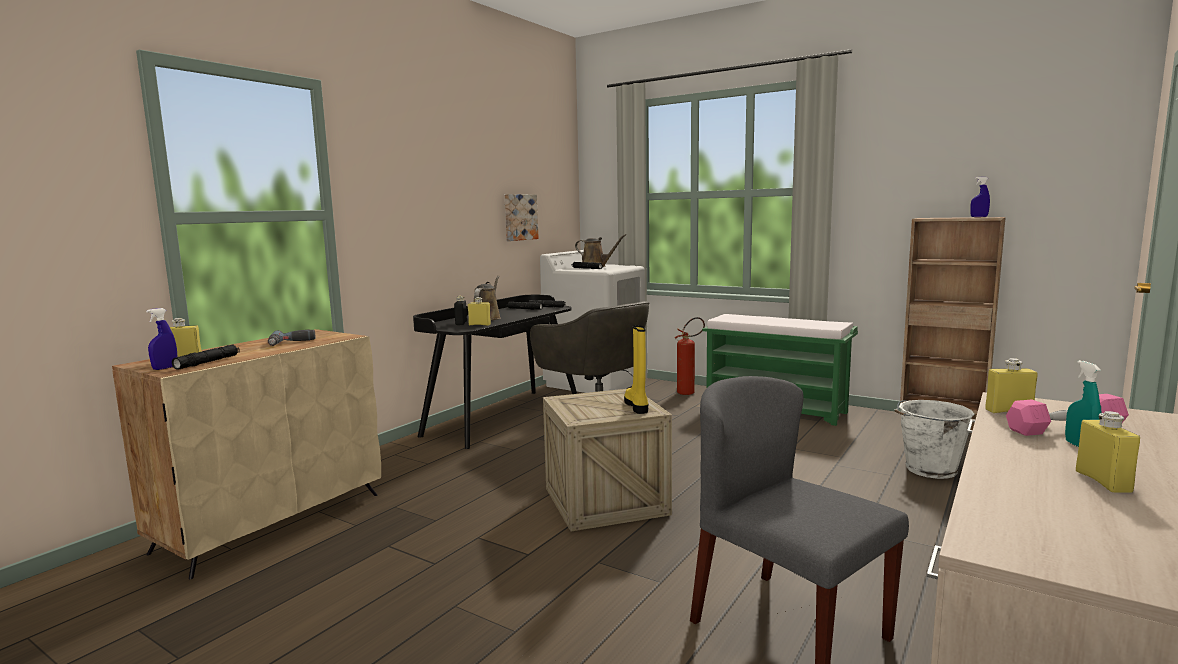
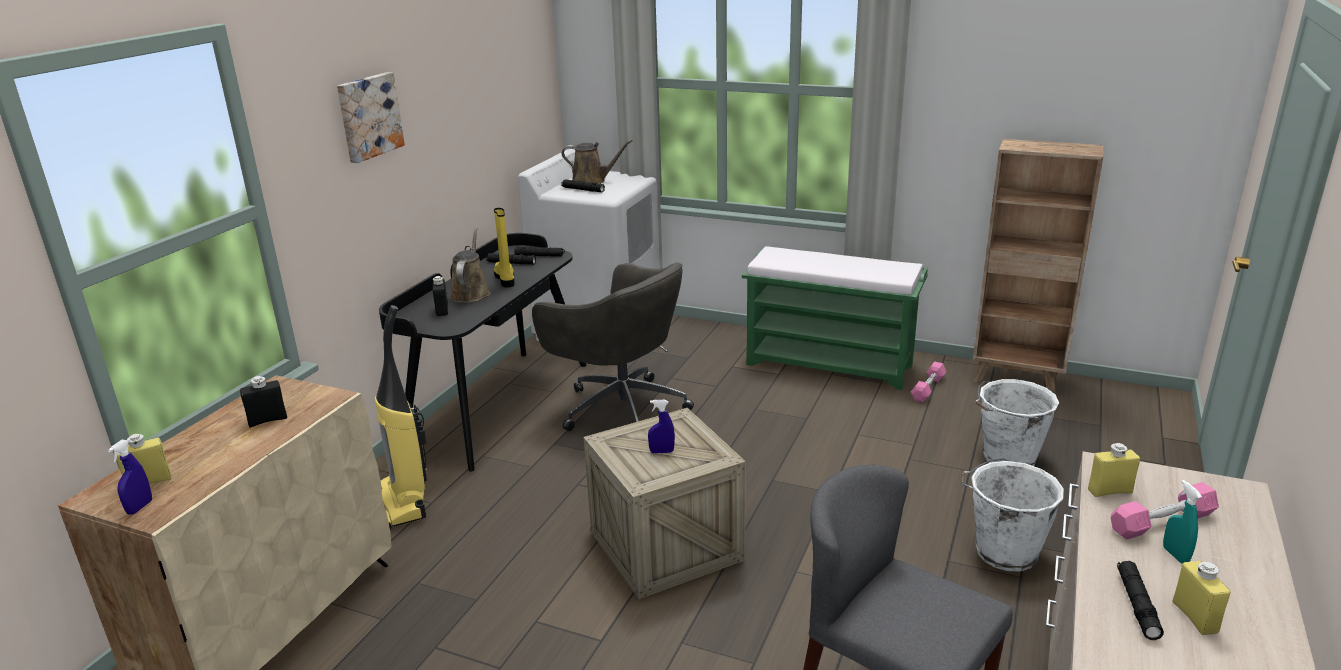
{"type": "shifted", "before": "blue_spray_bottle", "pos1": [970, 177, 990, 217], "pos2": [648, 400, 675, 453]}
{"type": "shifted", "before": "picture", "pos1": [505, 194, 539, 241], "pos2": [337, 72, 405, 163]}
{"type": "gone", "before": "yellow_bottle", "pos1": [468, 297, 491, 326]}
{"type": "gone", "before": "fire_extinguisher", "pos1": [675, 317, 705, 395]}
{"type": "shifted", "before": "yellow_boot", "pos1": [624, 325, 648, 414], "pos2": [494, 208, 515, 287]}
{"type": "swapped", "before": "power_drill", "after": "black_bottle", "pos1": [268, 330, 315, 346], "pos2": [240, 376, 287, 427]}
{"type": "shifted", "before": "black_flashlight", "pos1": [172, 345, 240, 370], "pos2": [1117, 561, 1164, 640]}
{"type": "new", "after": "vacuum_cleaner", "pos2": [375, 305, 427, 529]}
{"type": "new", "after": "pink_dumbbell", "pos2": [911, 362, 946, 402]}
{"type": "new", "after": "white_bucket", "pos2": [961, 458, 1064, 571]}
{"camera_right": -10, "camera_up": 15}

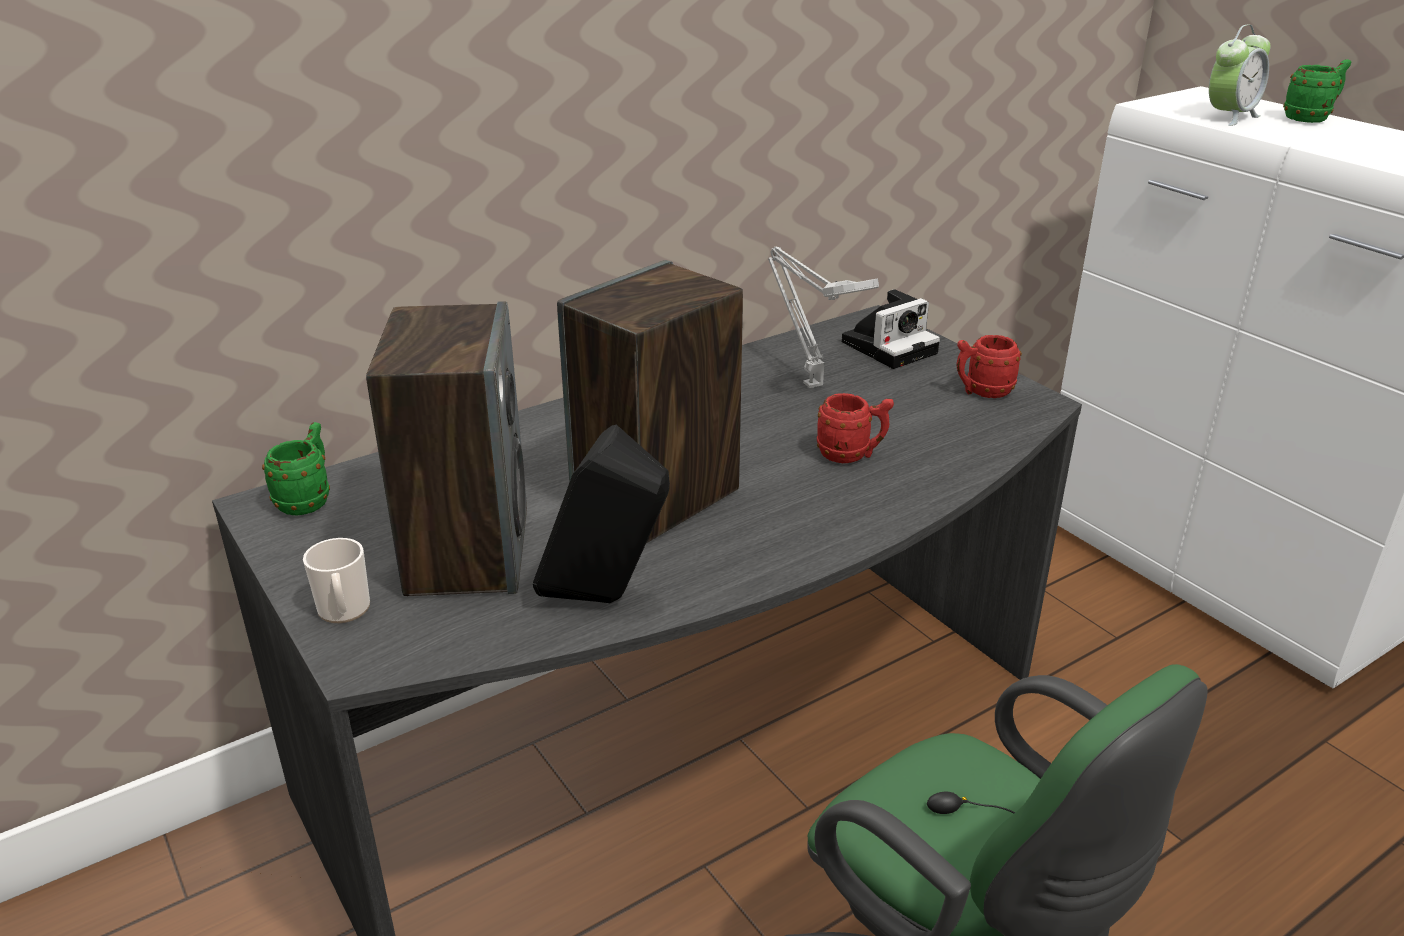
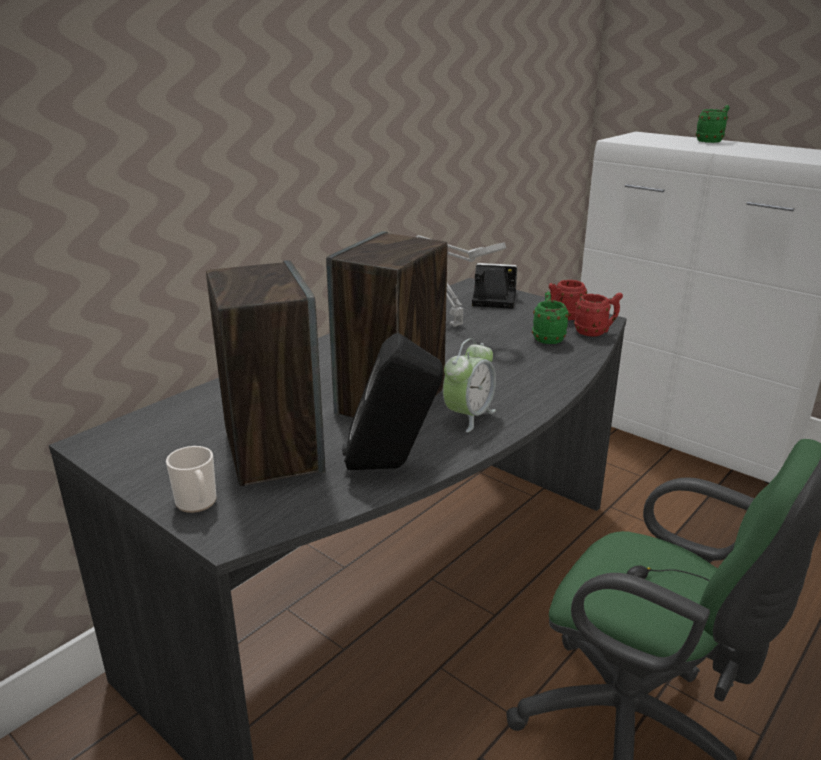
{"type": "shifted", "before": "alarm_clock", "pos1": [1209, 25, 1271, 126], "pos2": [443, 338, 496, 433]}
{"type": "rotated", "before": "photo_camera", "pos1": [842, 289, 940, 369], "pos2": [472, 263, 517, 309], "turn": -120}
{"type": "shifted", "before": "red_mug", "pos1": [817, 393, 894, 463], "pos2": [574, 293, 623, 336]}
{"type": "shifted", "before": "green_mug", "pos1": [262, 422, 330, 515], "pos2": [532, 291, 569, 344]}
{"camera_right": -15, "camera_up": -5}

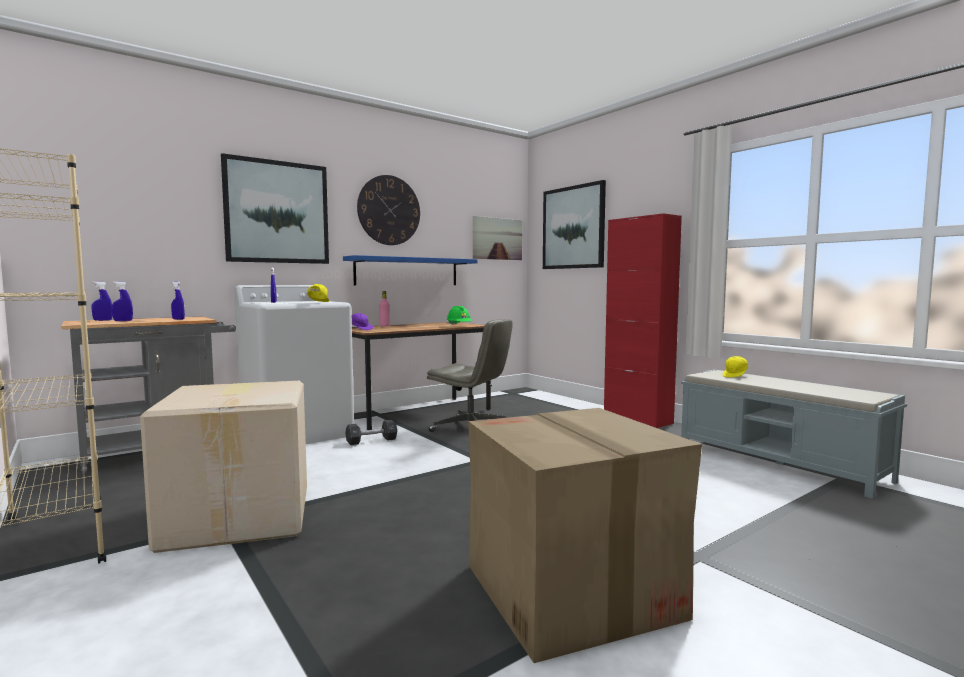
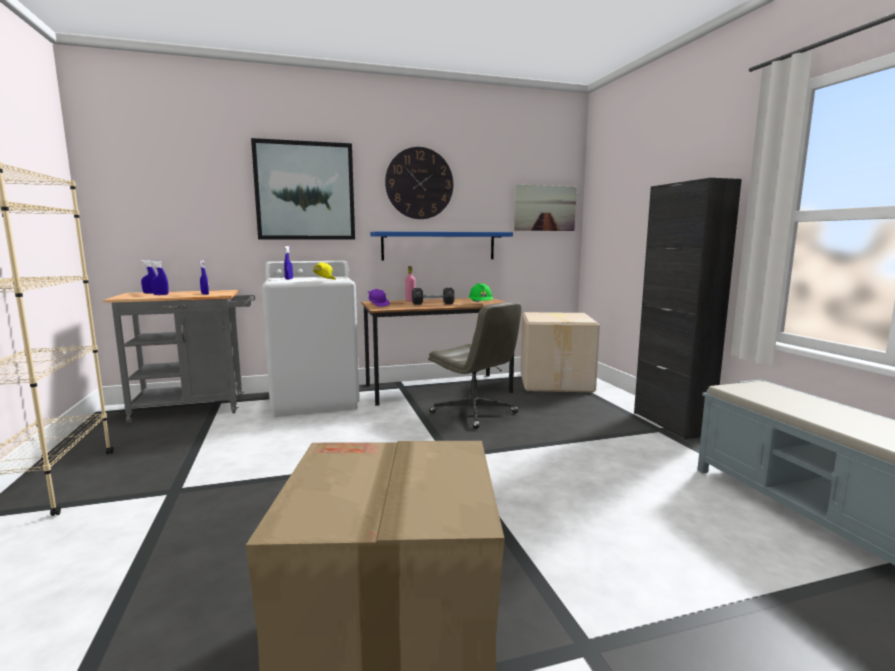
{"type": "gone", "before": "picture", "pos1": [543, 180, 606, 269]}
{"type": "repainted", "before": "red_cabinet", "after": "black_cabinet", "pos1": [604, 213, 682, 428], "pos2": [634, 178, 742, 439]}
{"type": "gone", "before": "yellow_cap", "pos1": [722, 356, 748, 377]}
{"type": "shifted", "before": "cardboard_box", "pos1": [140, 381, 307, 553], "pos2": [520, 312, 600, 393]}
{"type": "shifted", "before": "black_dumbbell", "pos1": [346, 420, 397, 445], "pos2": [412, 288, 455, 305]}
{"camera_right": 20, "camera_up": 5}

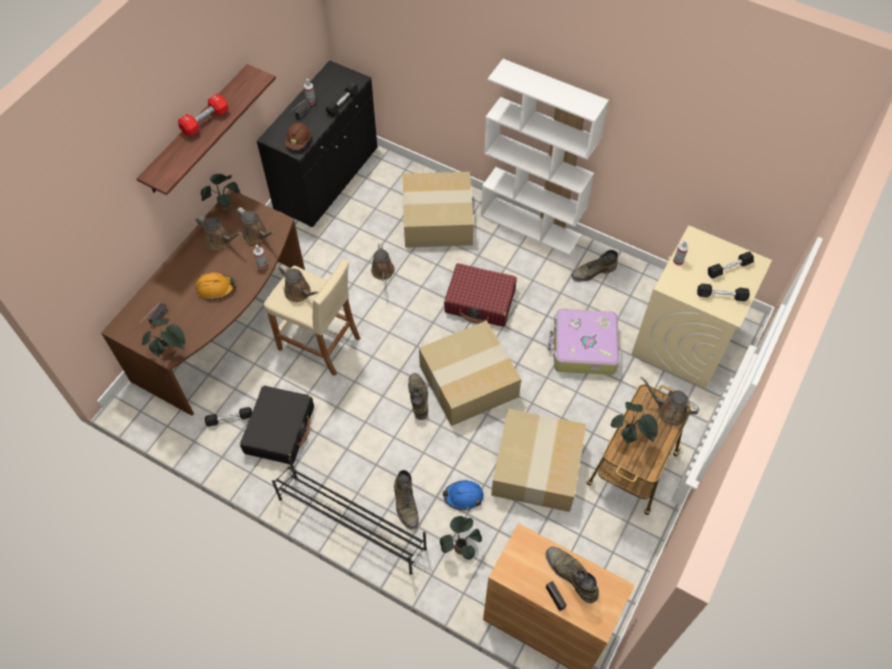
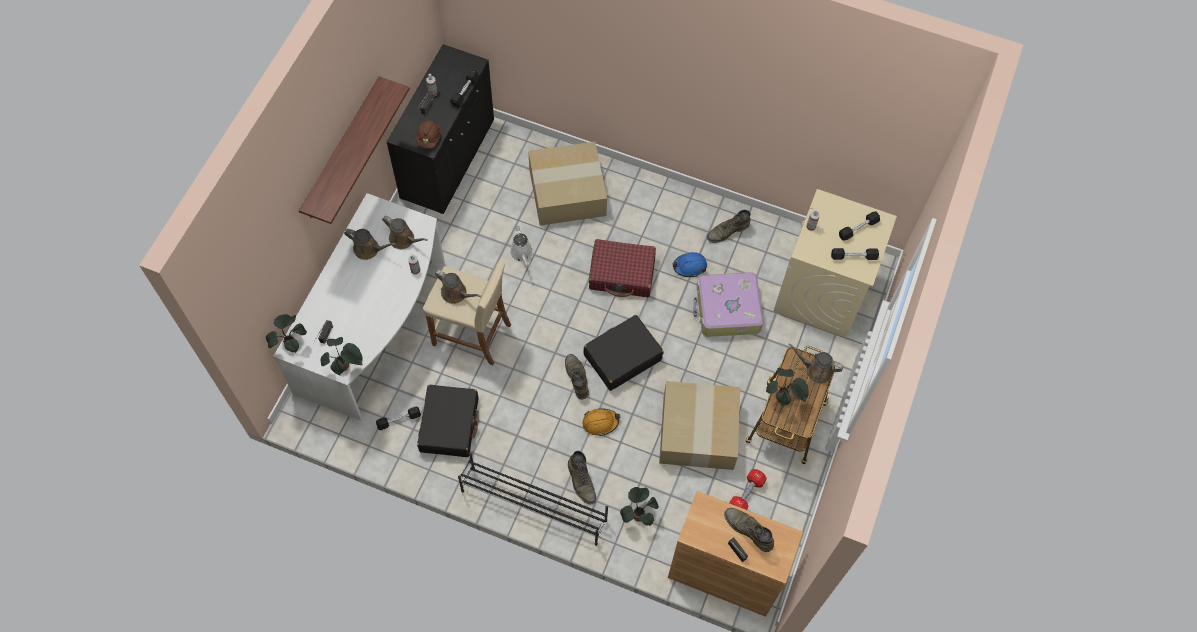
{"type": "gone", "before": "white_bookcase", "pos1": [481, 59, 609, 255]}
{"type": "shifted", "before": "red_dumbbell", "pos1": [178, 94, 228, 136], "pos2": [729, 469, 767, 510]}
{"type": "shifted", "before": "potted_plant", "pos1": [201, 174, 240, 212], "pos2": [266, 314, 307, 353]}
{"type": "repainted", "before": "brown_desk", "after": "white_desk", "pos1": [101, 189, 305, 416], "pos2": [273, 193, 445, 421]}
{"type": "repainted", "before": "brown_watering_can", "after": "white_watering_can", "pos1": [371, 243, 395, 281], "pos2": [510, 226, 533, 267]}
{"type": "shifted", "before": "orange_hard_hat", "pos1": [196, 272, 235, 301], "pos2": [582, 408, 620, 436]}
{"type": "swapped", "before": "cardboard_box", "after": "black_suitcase", "pos1": [419, 320, 521, 426], "pos2": [583, 315, 663, 391]}
{"type": "shifted", "before": "blue_hard_hat", "pos1": [442, 480, 484, 510], "pos2": [672, 252, 707, 277]}
{"camera_right": -10, "camera_up": 5}

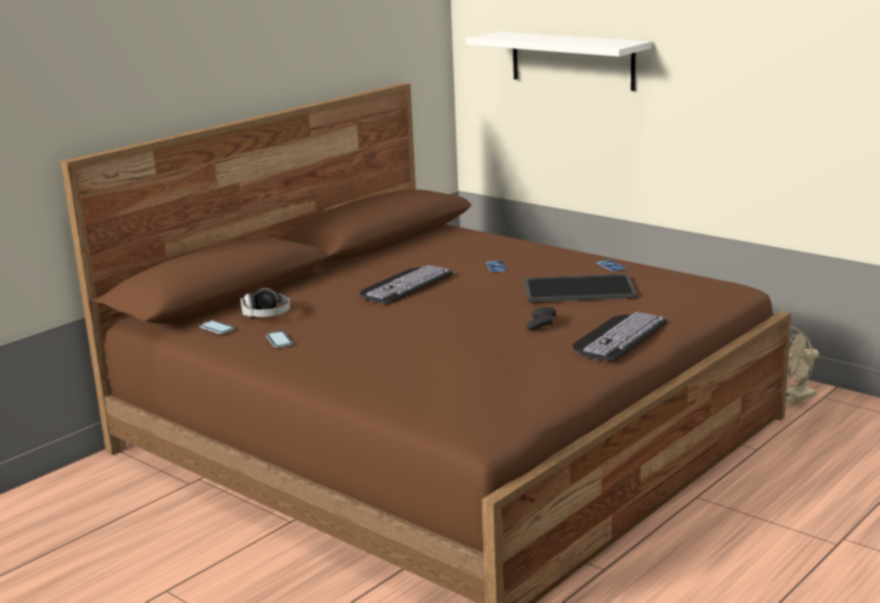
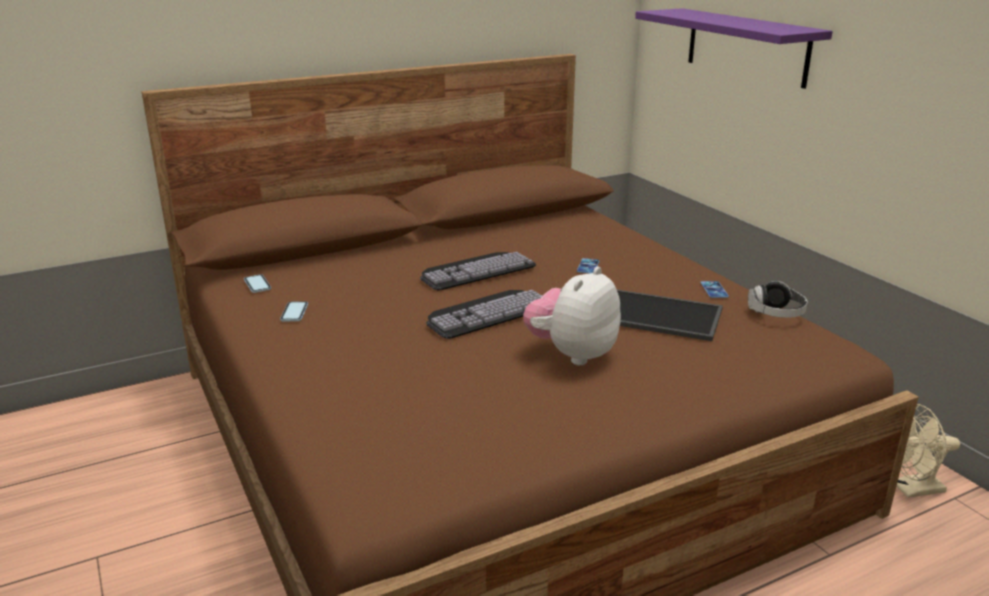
{"type": "repainted", "before": "white_shelf", "after": "purple_shelf", "pos1": [466, 32, 652, 91], "pos2": [635, 8, 833, 89]}
{"type": "shifted", "before": "headphones", "pos1": [240, 288, 290, 318], "pos2": [748, 281, 808, 318]}
{"type": "swapped", "before": "black_game_controller", "after": "plush_toy", "pos1": [526, 307, 556, 331], "pos2": [523, 267, 621, 365]}
{"type": "shifted", "before": "keyboard", "pos1": [573, 312, 667, 362], "pos2": [426, 290, 542, 339]}
{"camera_right": 20, "camera_up": 5}

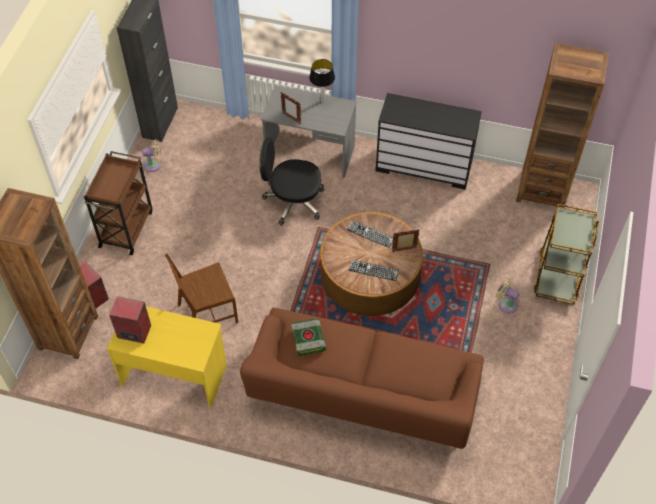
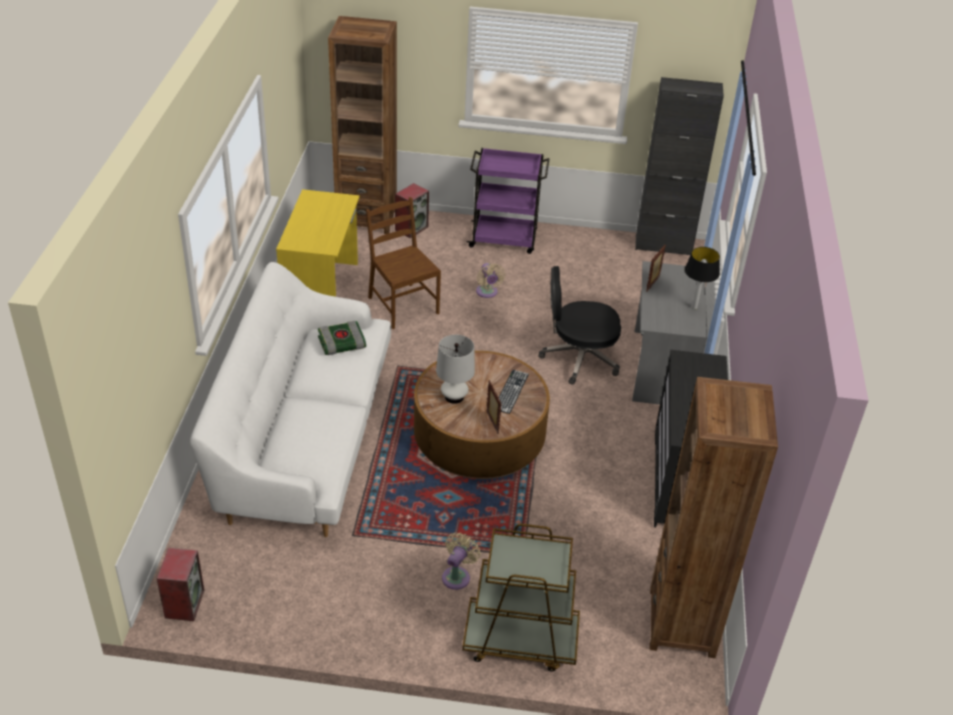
{"type": "rotated", "before": "black_office_chair", "pos1": [259, 137, 324, 226], "pos2": [539, 266, 621, 385], "turn": -90}
{"type": "shifted", "before": "beige_fan", "pos1": [142, 139, 162, 172], "pos2": [476, 263, 505, 298]}
{"type": "repainted", "before": "brown_cart", "after": "purple_cart", "pos1": [84, 151, 152, 255], "pos2": [467, 148, 549, 254]}
{"type": "swapped", "before": "keyboard", "after": "white_table_lamp", "pos1": [349, 260, 399, 281], "pos2": [436, 335, 475, 404]}
{"type": "shifted", "before": "speaker", "pos1": [109, 296, 151, 343], "pos2": [157, 548, 204, 621]}
{"type": "repainted", "before": "brown_sofa", "after": "white_sofa", "pos1": [240, 308, 484, 449], "pos2": [190, 262, 391, 537]}
{"camera_right": 80, "camera_up": -15}

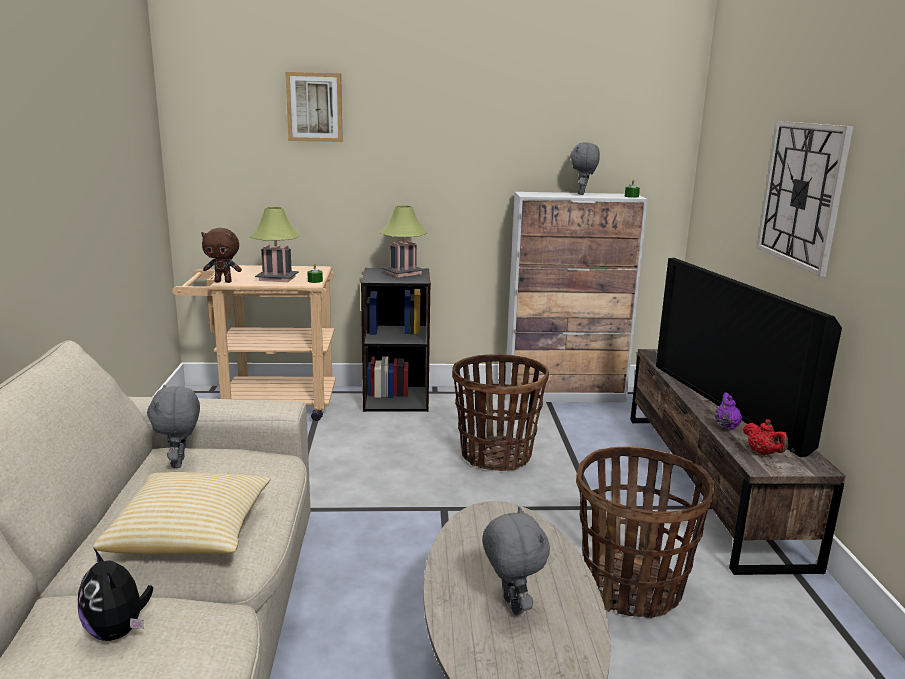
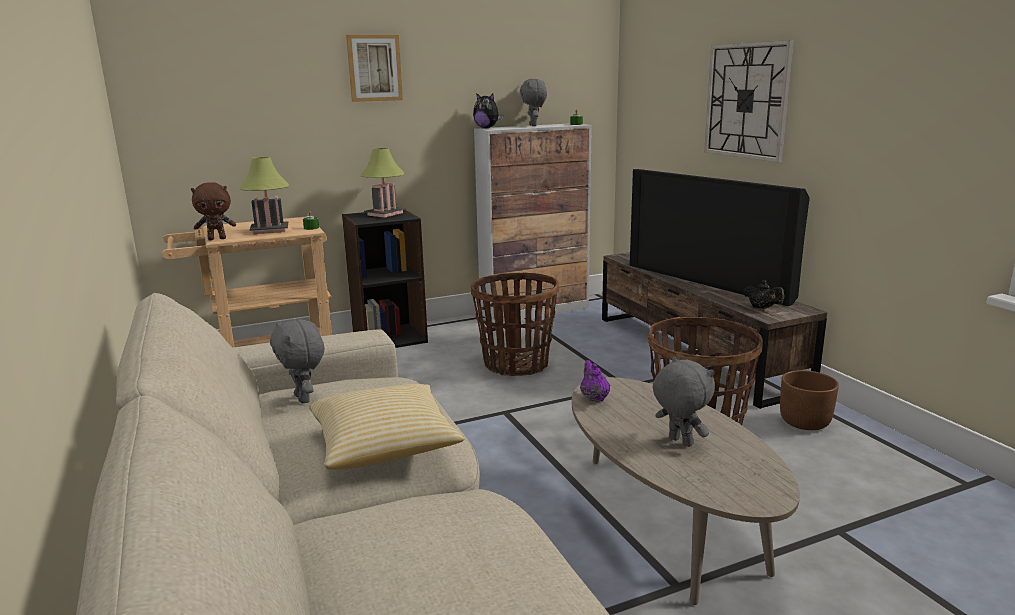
{"type": "shifted", "before": "picture", "pos1": [285, 72, 343, 142], "pos2": [346, 35, 403, 102]}
{"type": "shifted", "before": "purple_teapot", "pos1": [714, 392, 743, 430], "pos2": [580, 360, 610, 402]}
{"type": "repainted", "before": "red_teapot", "after": "black_teapot", "pos1": [743, 419, 788, 455], "pos2": [743, 280, 784, 309]}
{"type": "shifted", "before": "plush_toy", "pos1": [78, 548, 153, 641], "pos2": [473, 93, 503, 128]}
{"type": "new", "after": "brown_planter", "pos2": [780, 370, 839, 430]}
{"camera_right": -20, "camera_up": 0}

